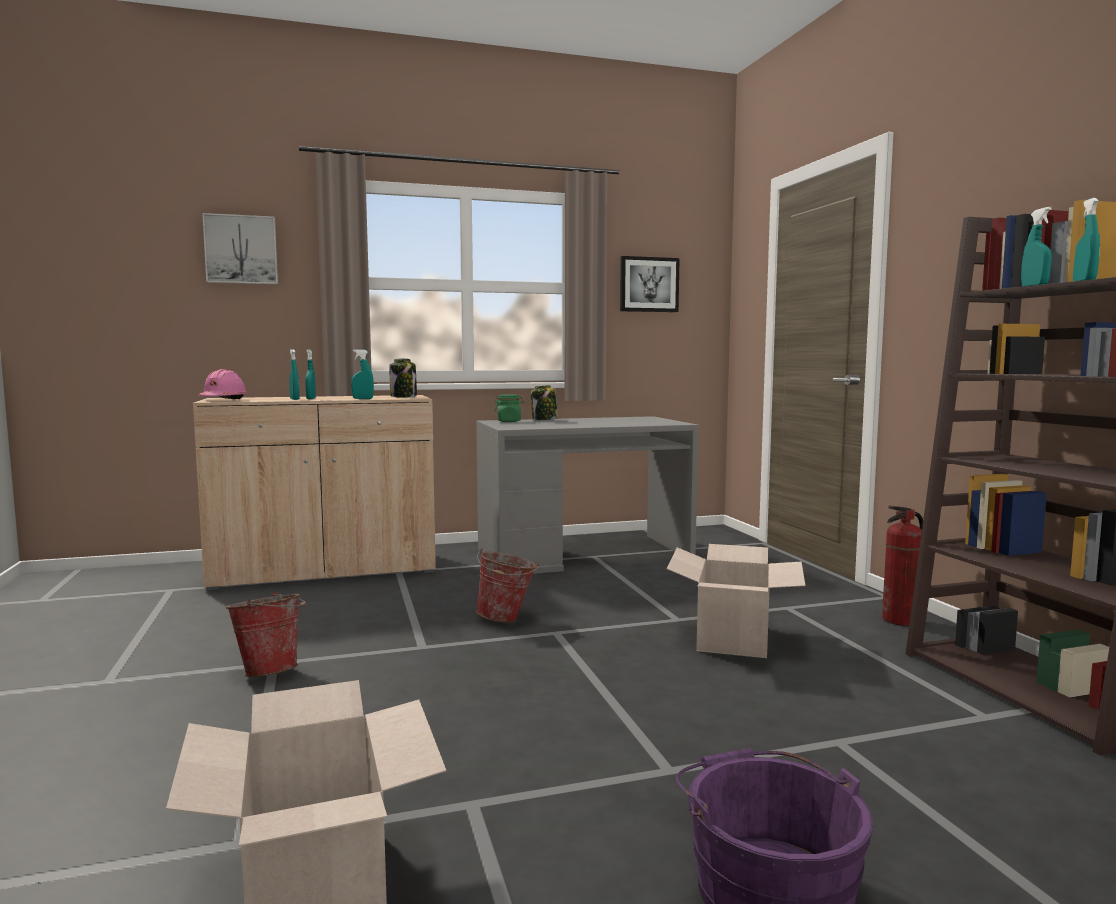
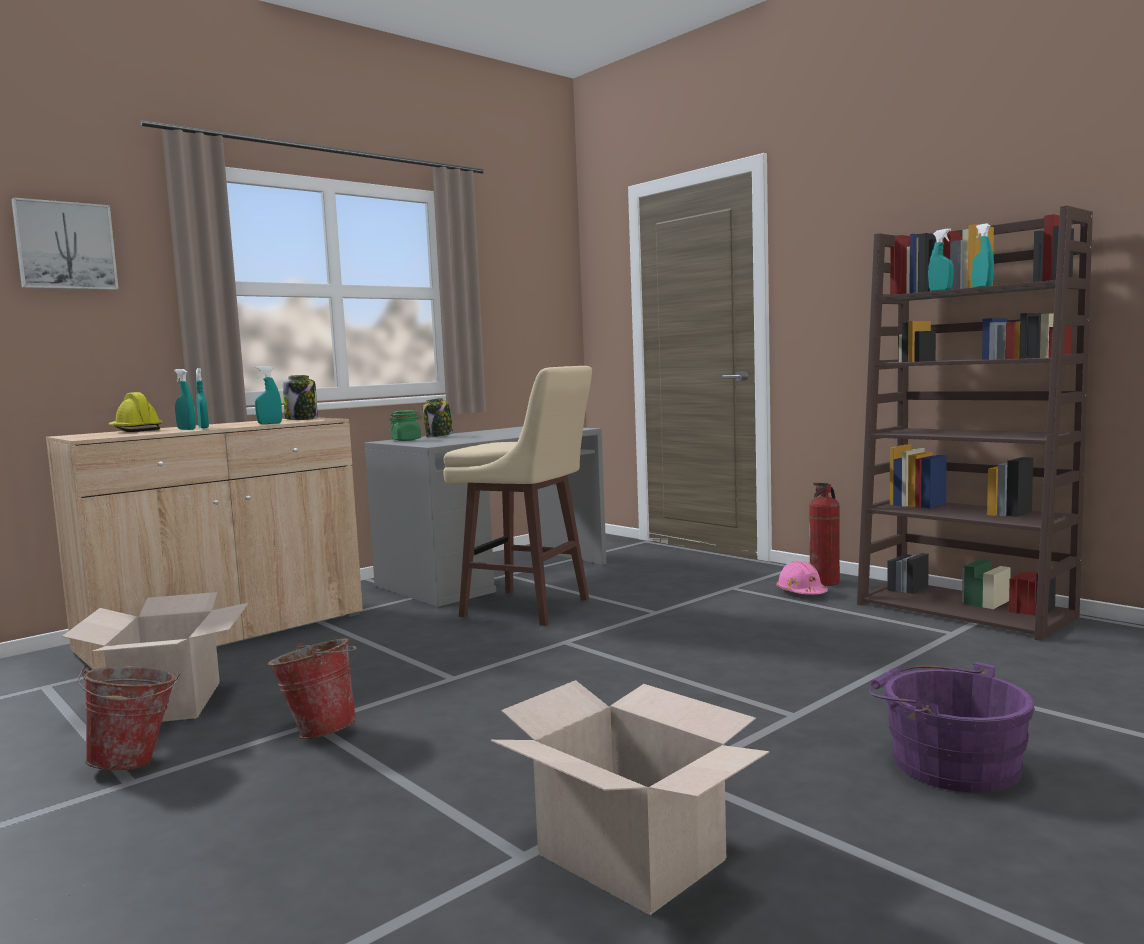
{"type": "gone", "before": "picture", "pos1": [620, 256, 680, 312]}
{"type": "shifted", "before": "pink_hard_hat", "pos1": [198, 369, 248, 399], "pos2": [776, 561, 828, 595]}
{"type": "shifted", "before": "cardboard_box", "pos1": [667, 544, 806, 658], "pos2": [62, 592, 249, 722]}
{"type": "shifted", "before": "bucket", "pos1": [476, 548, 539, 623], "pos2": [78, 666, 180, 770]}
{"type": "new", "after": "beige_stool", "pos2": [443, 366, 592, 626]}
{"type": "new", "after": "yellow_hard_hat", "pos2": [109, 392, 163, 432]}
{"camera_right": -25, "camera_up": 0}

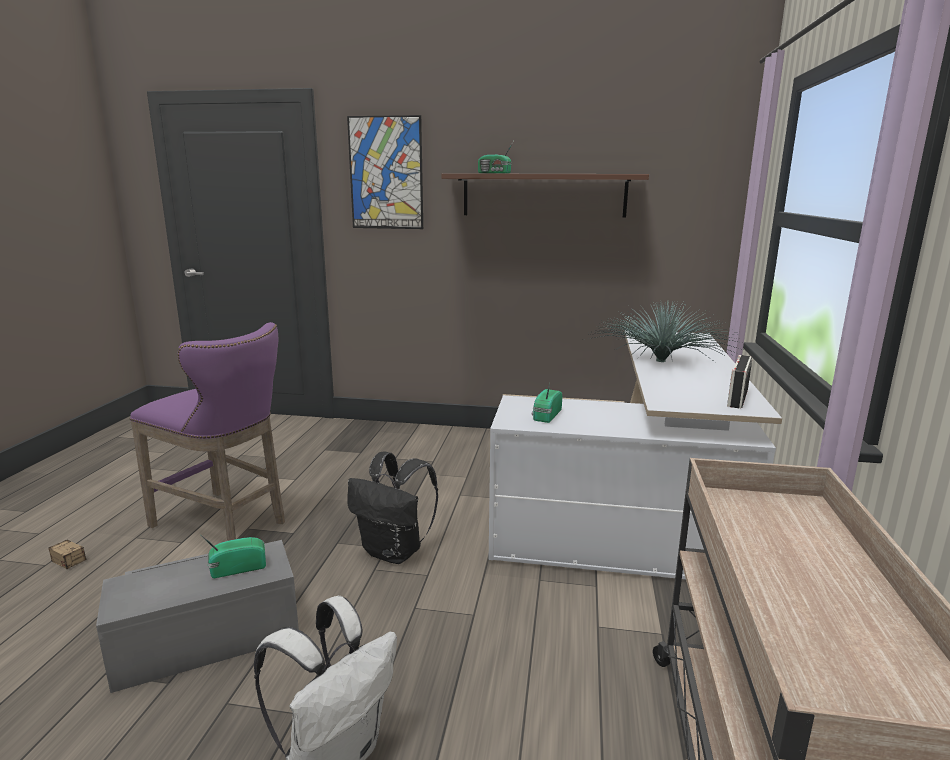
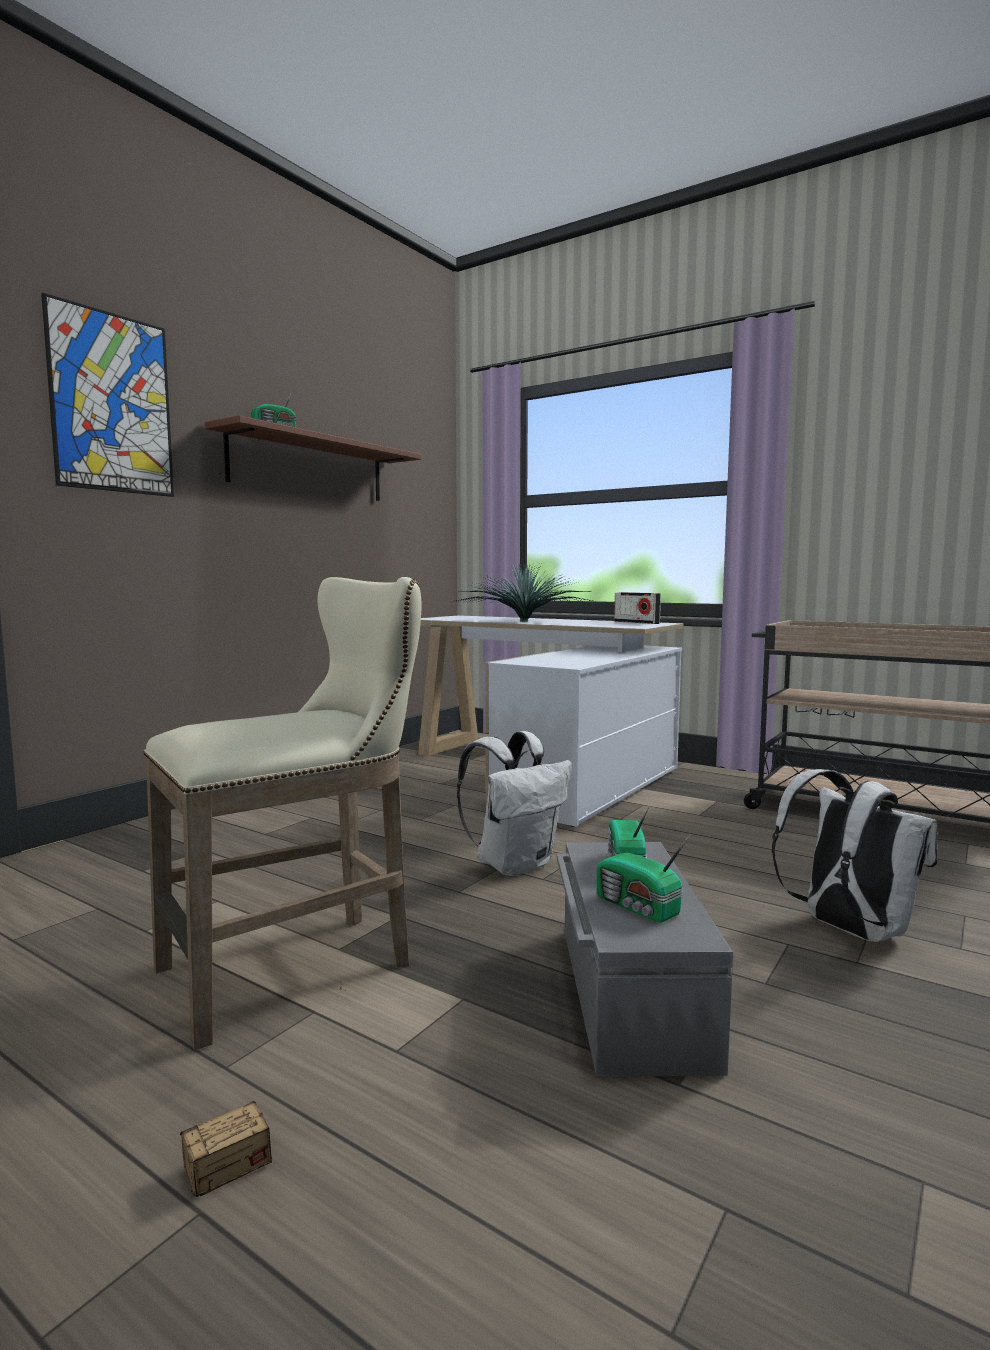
{"type": "repainted", "before": "purple_stool", "after": "beige_stool", "pos1": [130, 322, 285, 541], "pos2": [144, 577, 421, 1051]}
{"type": "shifted", "before": "radio", "pos1": [532, 383, 562, 423], "pos2": [596, 834, 691, 923]}
{"type": "repainted", "before": "black_backpack", "after": "white_backpack", "pos1": [347, 451, 438, 564], "pos2": [457, 731, 572, 876]}
{"camera_right": -65, "camera_up": -10}

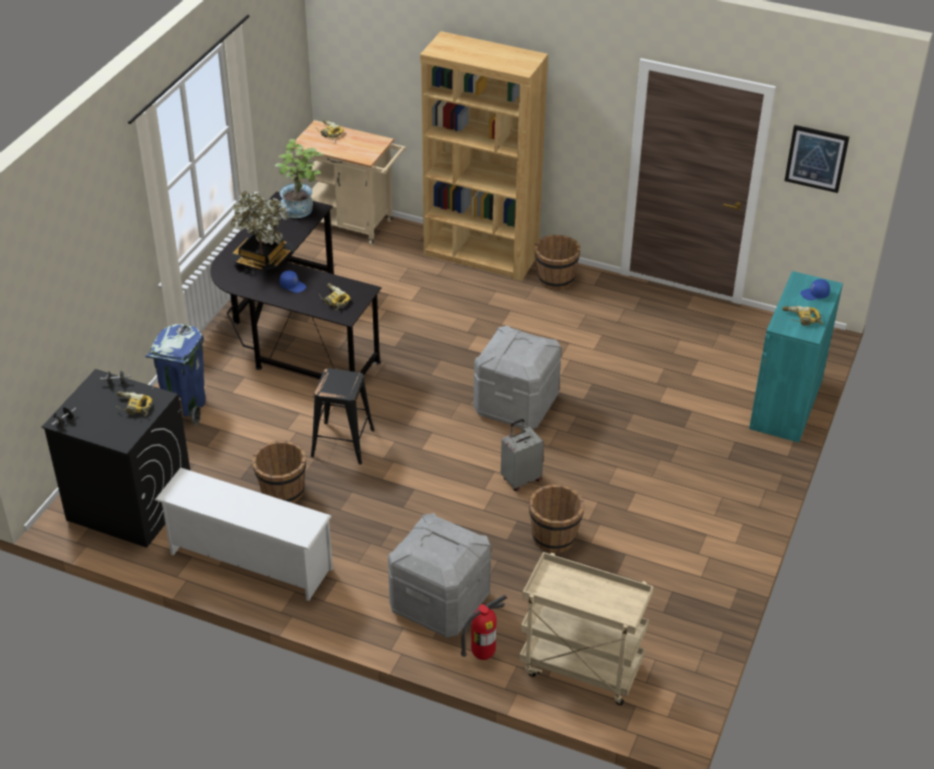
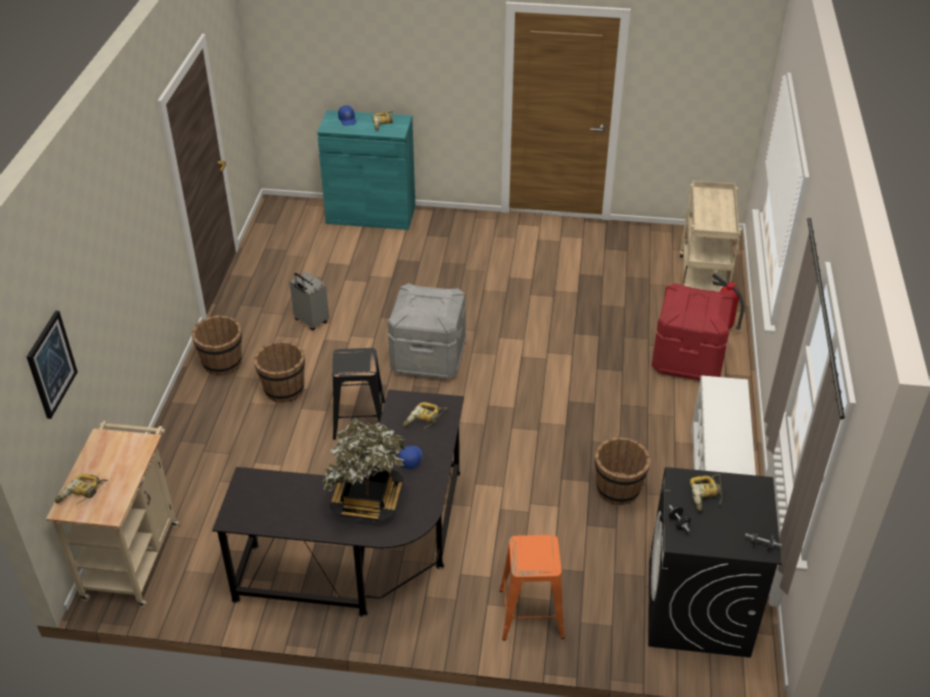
{"type": "gone", "before": "brown_bookcase", "pos1": [420, 31, 548, 281]}
{"type": "shifted", "before": "picture", "pos1": [784, 125, 849, 193], "pos2": [27, 311, 78, 419]}
{"type": "gone", "before": "potted_plant", "pos1": [275, 139, 323, 218]}
{"type": "swapped", "before": "blue_trash_can", "after": "orange_stool", "pos1": [145, 324, 206, 425], "pos2": [499, 535, 565, 641]}
{"type": "shifted", "before": "black_stool", "pos1": [311, 368, 374, 465], "pos2": [332, 348, 385, 440]}
{"type": "shifted", "before": "grey_suitcase", "pos1": [501, 419, 544, 491], "pos2": [289, 272, 329, 331]}
{"type": "shifted", "before": "brown_bucket", "pos1": [529, 484, 584, 553], "pos2": [254, 341, 305, 403]}
{"type": "repainted", "before": "grey_storage_box", "after": "red_storage_box", "pos1": [388, 513, 491, 638], "pos2": [652, 283, 734, 380]}
{"camera_right": -105, "camera_up": 0}

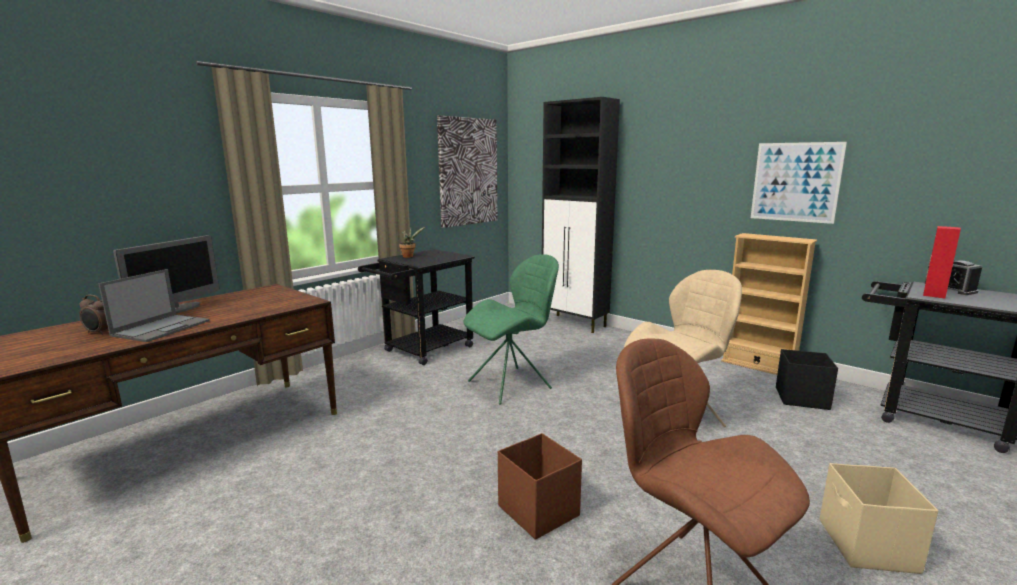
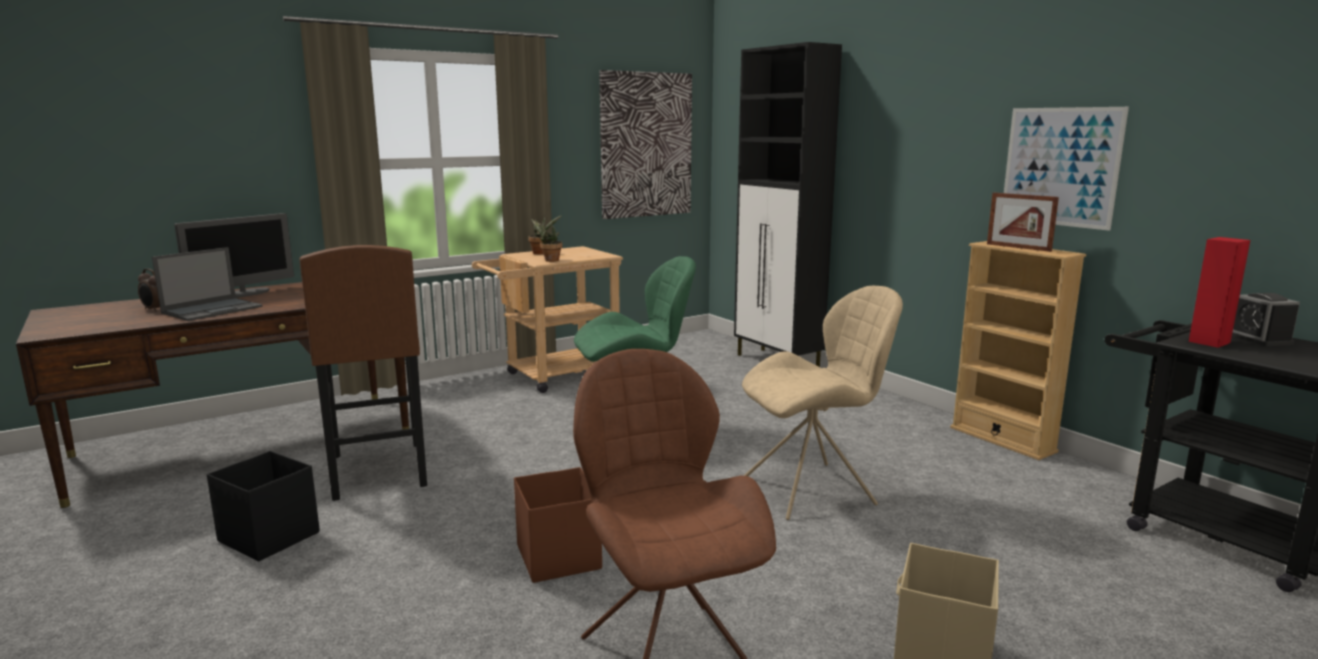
{"type": "repainted", "before": "black_cart", "after": "beige_cart", "pos1": [358, 249, 475, 365], "pos2": [472, 246, 623, 393]}
{"type": "shifted", "before": "black_storage_box", "pos1": [776, 349, 838, 410], "pos2": [207, 451, 320, 561]}
{"type": "new", "after": "picture_frame", "pos2": [987, 193, 1059, 252]}
{"type": "new", "after": "potted_plant", "pos2": [531, 219, 562, 262]}
{"type": "new", "after": "brown_stool", "pos2": [299, 245, 427, 501]}
{"camera_right": 15, "camera_up": 0}

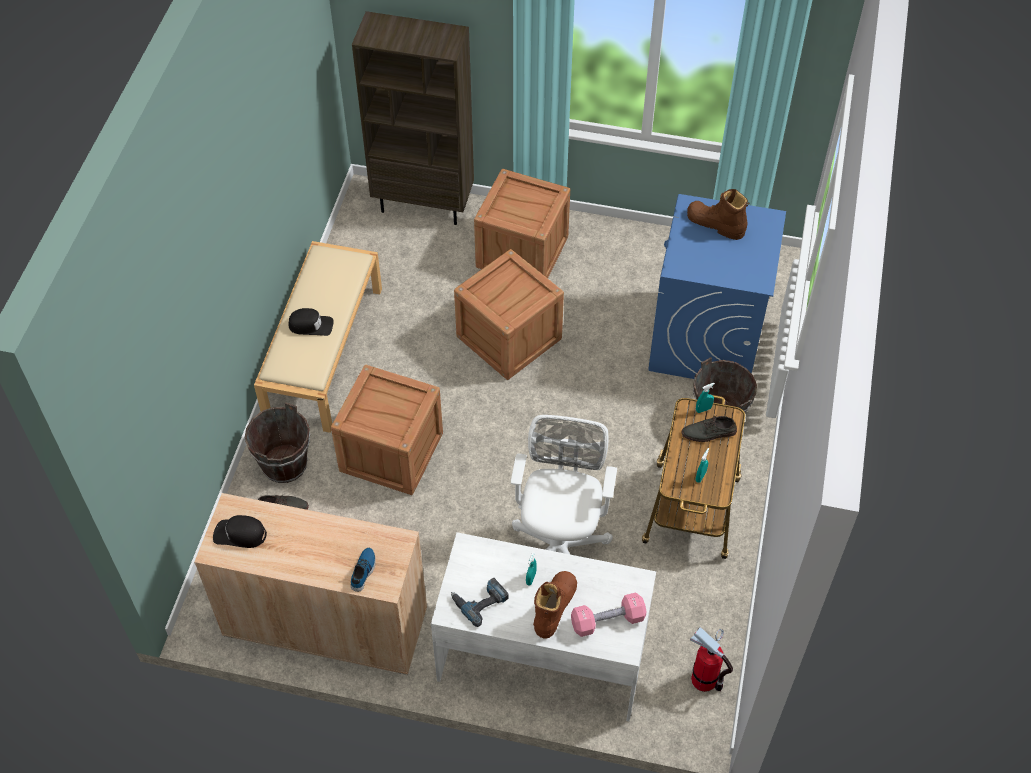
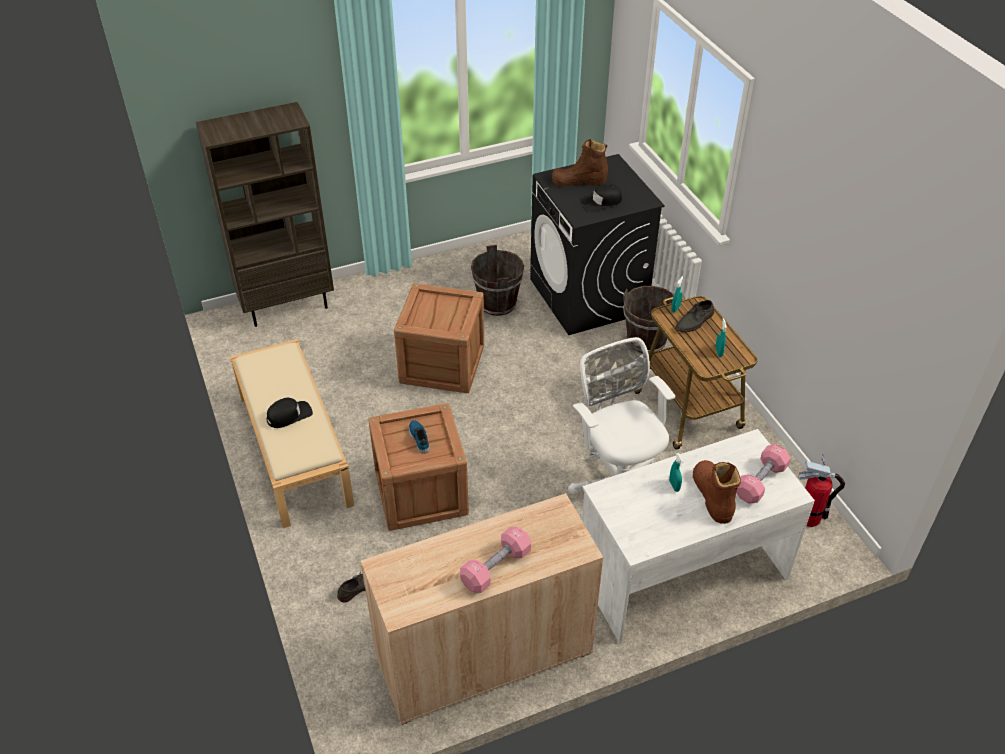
{"type": "gone", "before": "crate", "pos1": [474, 169, 570, 278]}
{"type": "repainted", "before": "blue_washing_machine", "after": "black_washing_machine", "pos1": [648, 194, 786, 379], "pos2": [530, 154, 665, 335]}
{"type": "shifted", "before": "brown_bucket", "pos1": [245, 402, 310, 483], "pos2": [471, 245, 524, 316]}
{"type": "shifted", "before": "black_cap", "pos1": [213, 515, 267, 548], "pos2": [582, 184, 622, 213]}
{"type": "shifted", "before": "shoe", "pos1": [350, 548, 376, 592], "pos2": [409, 420, 430, 454]}
{"type": "gone", "before": "power_drill", "pos1": [451, 577, 509, 627]}
{"type": "new", "after": "pink_dumbbell", "pos2": [460, 527, 531, 593]}
{"camera_right": -35, "camera_up": -10}

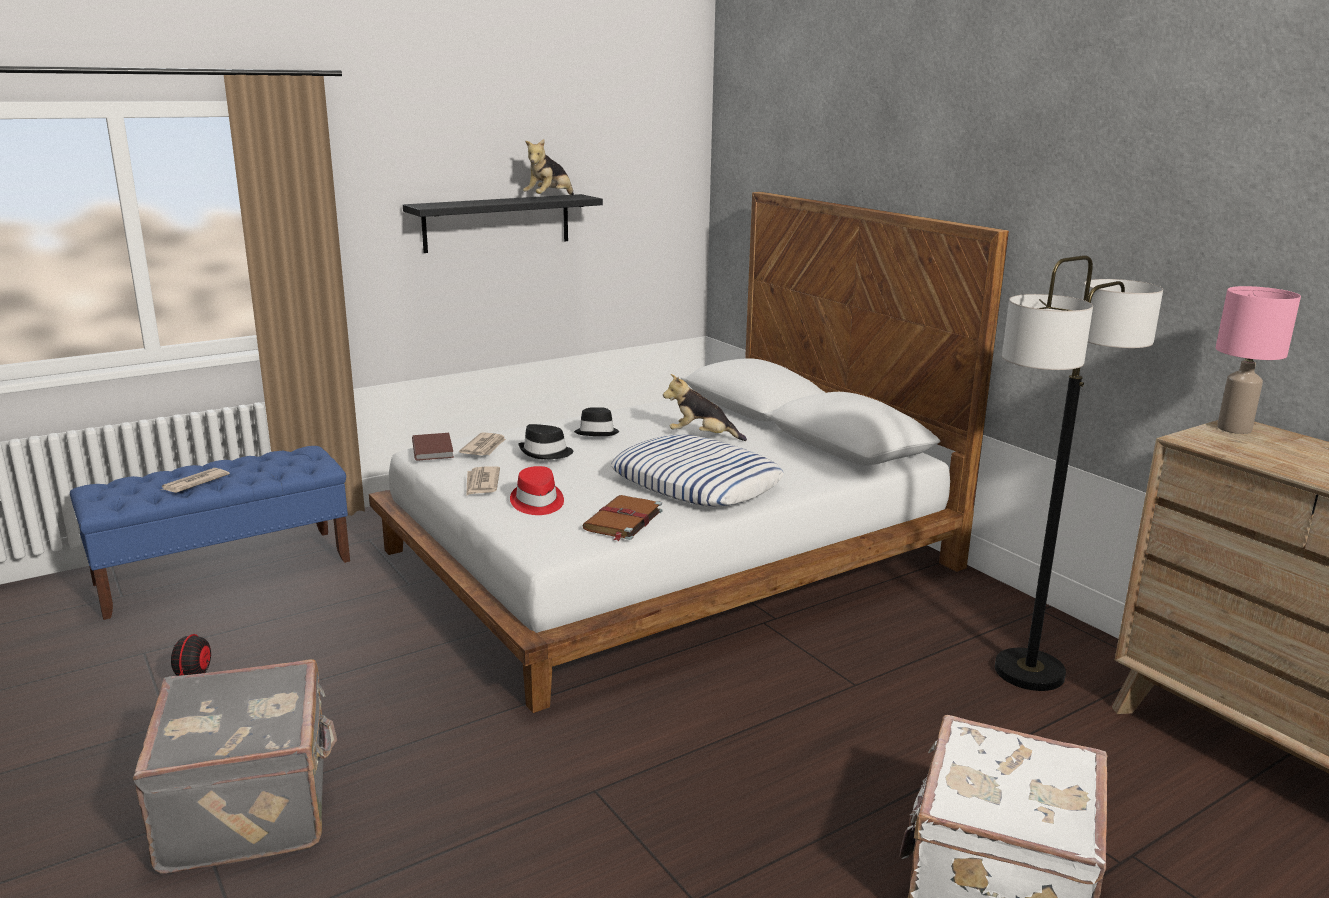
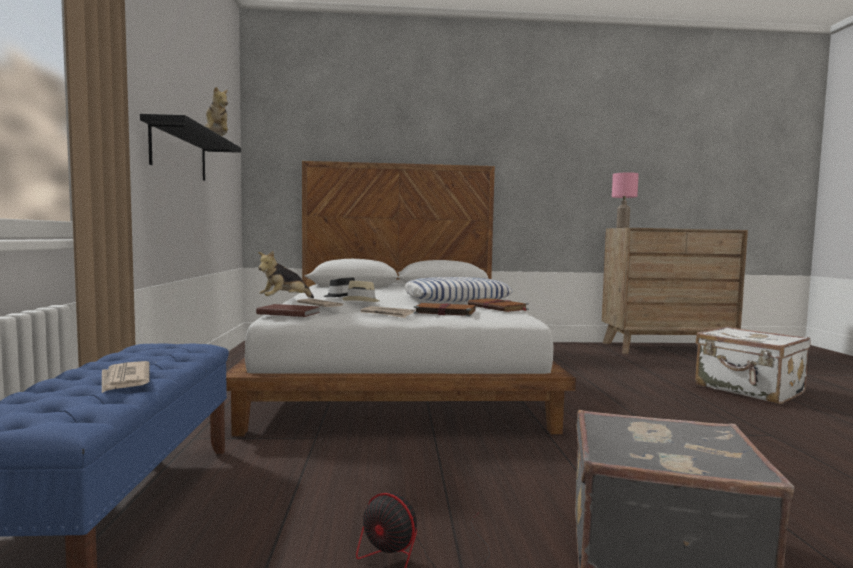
{"type": "gone", "before": "floor_lamp", "pos1": [995, 255, 1163, 691]}
{"type": "shifted", "before": "plush_toy", "pos1": [663, 374, 747, 441], "pos2": [258, 251, 314, 298]}
{"type": "repainted", "before": "black_hat", "after": "beige_hat", "pos1": [518, 424, 573, 459], "pos2": [342, 281, 380, 302]}
{"type": "swapped", "before": "red_hat", "after": "brown_book", "pos1": [510, 466, 564, 515], "pos2": [414, 303, 476, 316]}
{"camera_right": -60, "camera_up": -15}

